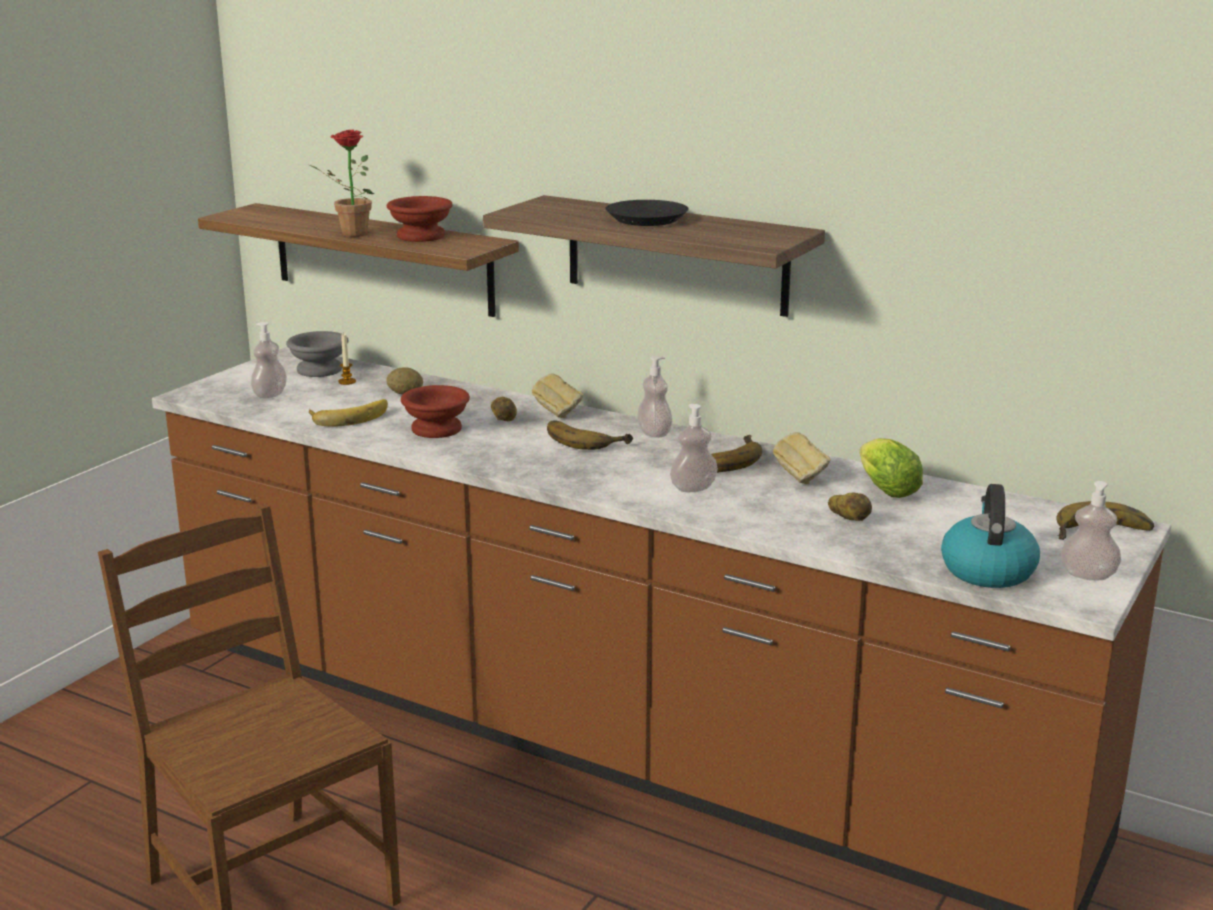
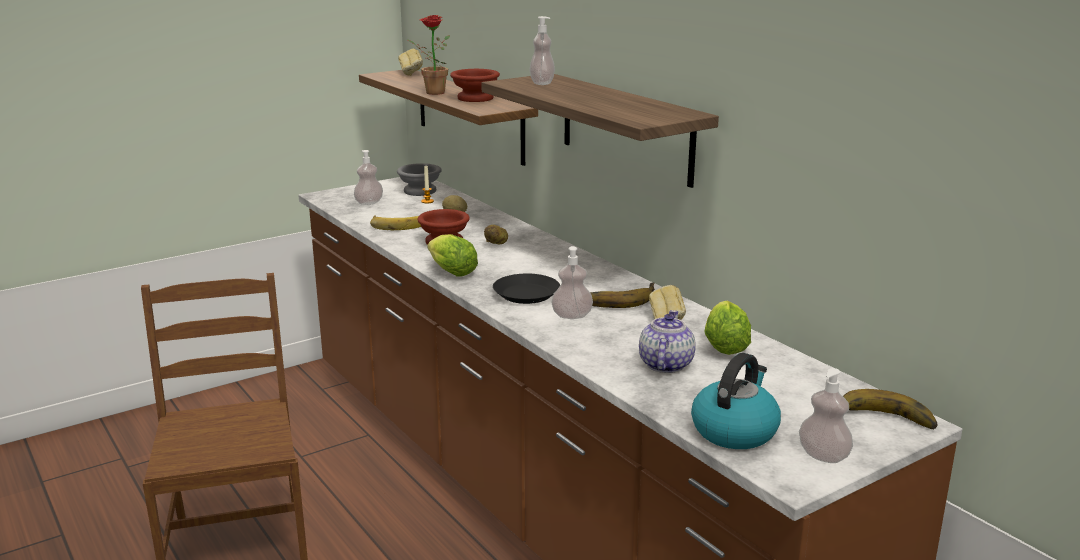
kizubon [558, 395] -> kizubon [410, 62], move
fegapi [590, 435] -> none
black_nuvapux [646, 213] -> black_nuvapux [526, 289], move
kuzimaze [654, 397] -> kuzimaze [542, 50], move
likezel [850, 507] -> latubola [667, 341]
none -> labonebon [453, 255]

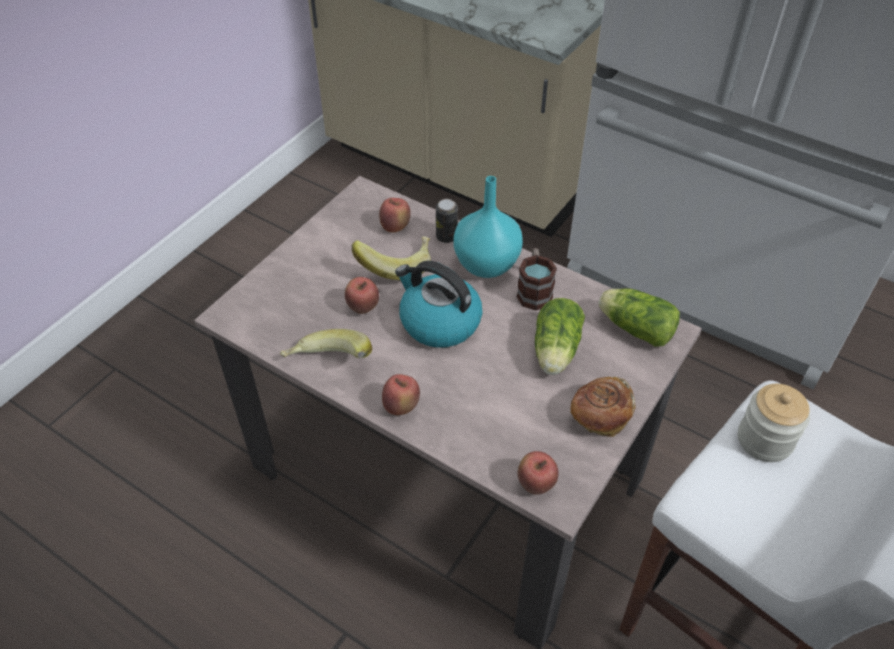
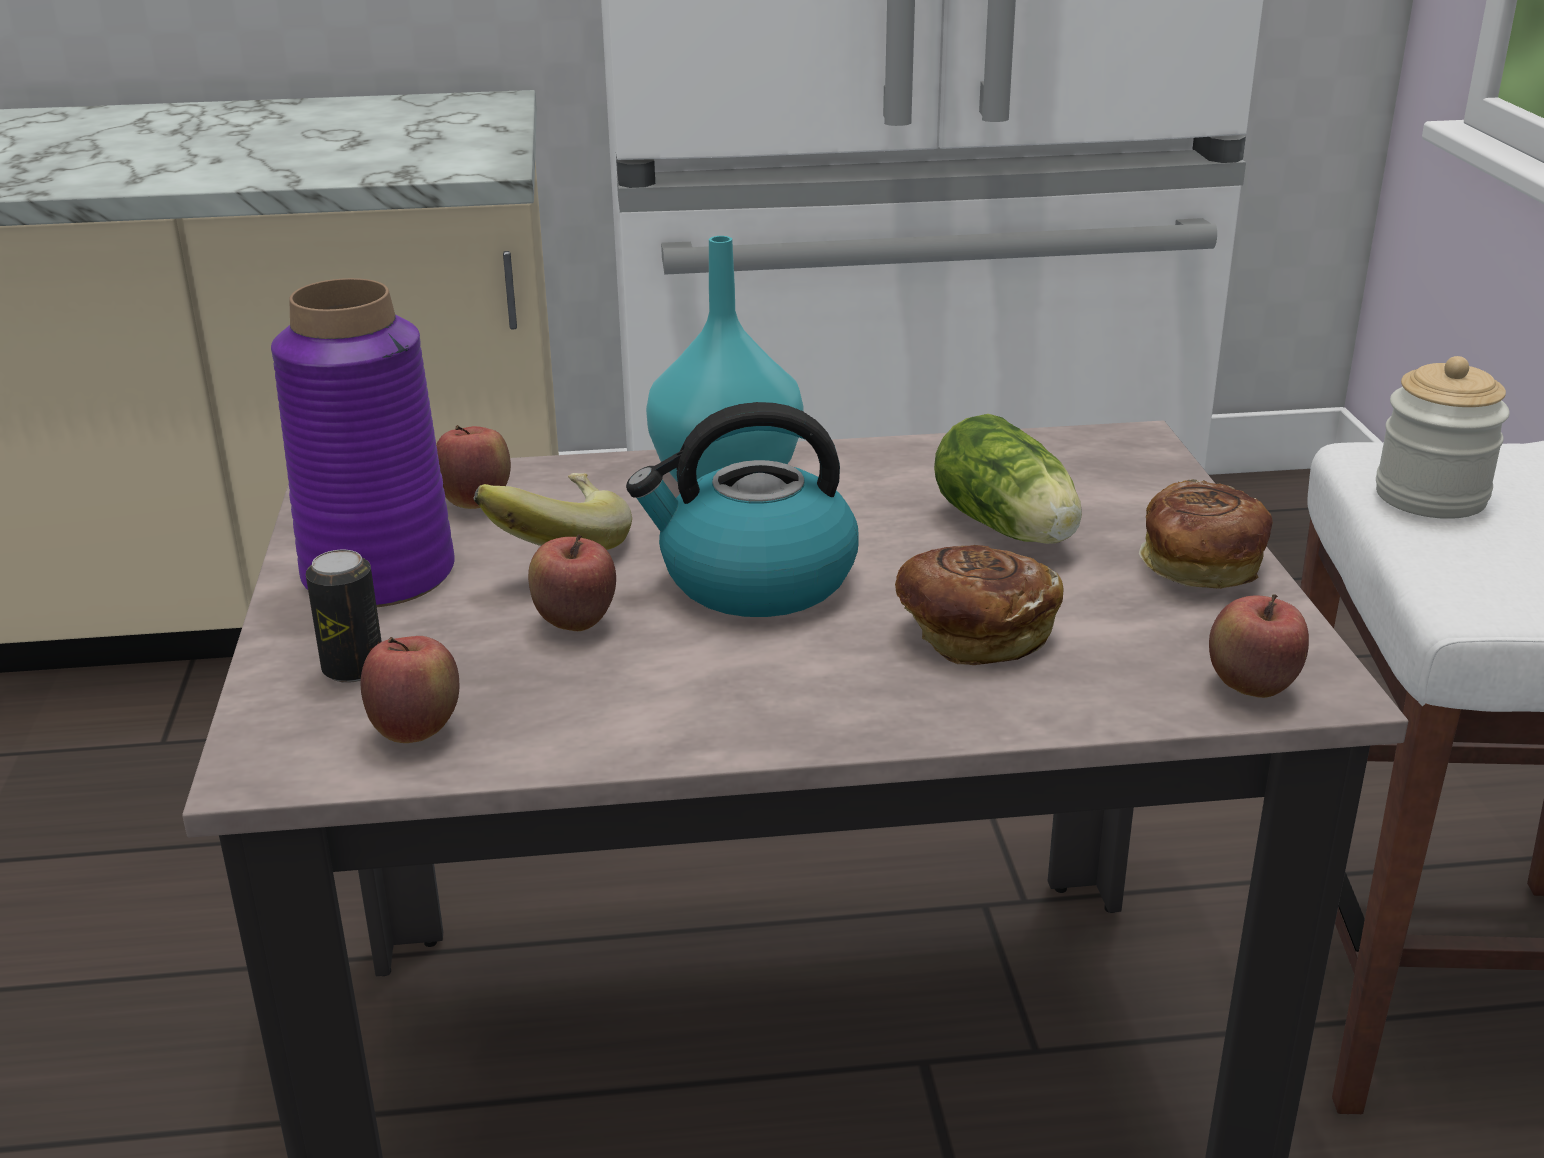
fegapi [326, 343] -> none
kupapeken [401, 394] -> kupapeken [409, 689], move
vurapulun [447, 221] -> vurapulun [344, 616], move
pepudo [537, 279] -> none
labonebon [639, 317] -> none
none -> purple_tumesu [363, 442]
none -> kizubon [979, 605]

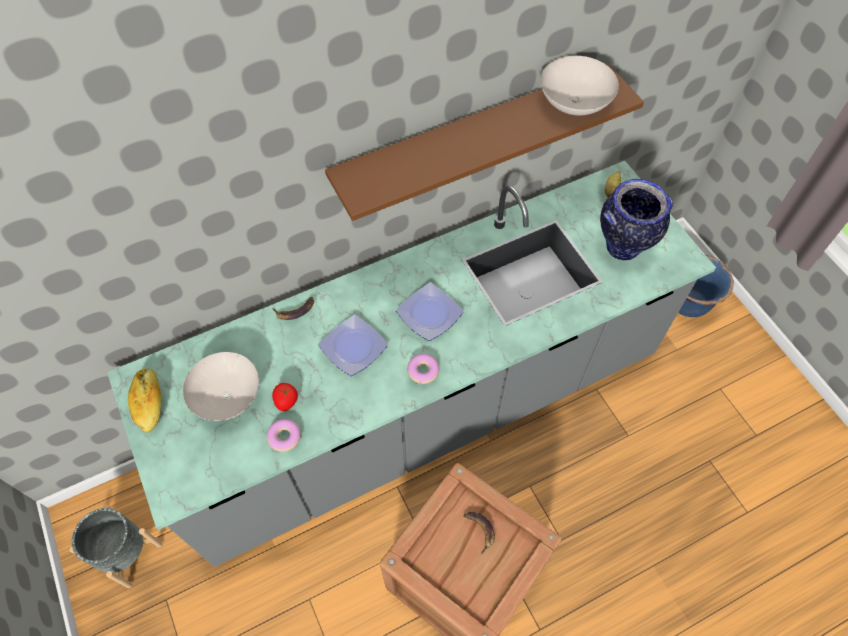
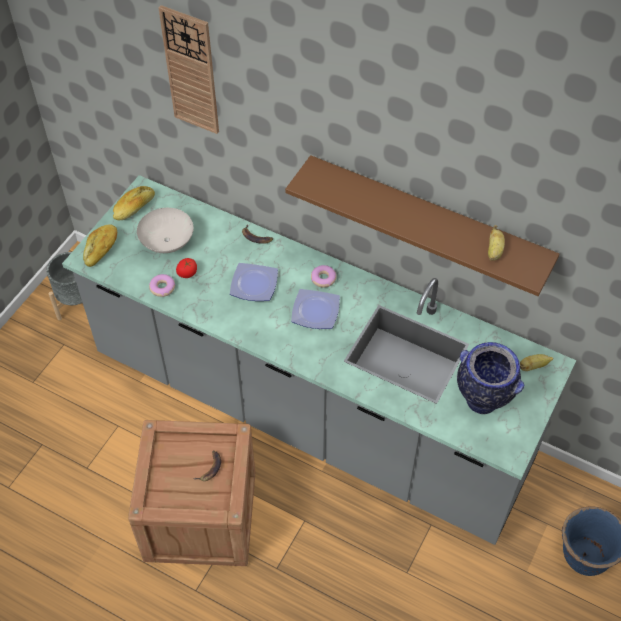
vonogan [423, 369] -> vonogan [324, 276], move
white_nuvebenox [579, 86] -> fegapi [496, 242]
none -> kizubon [100, 245]
none -> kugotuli [189, 69]

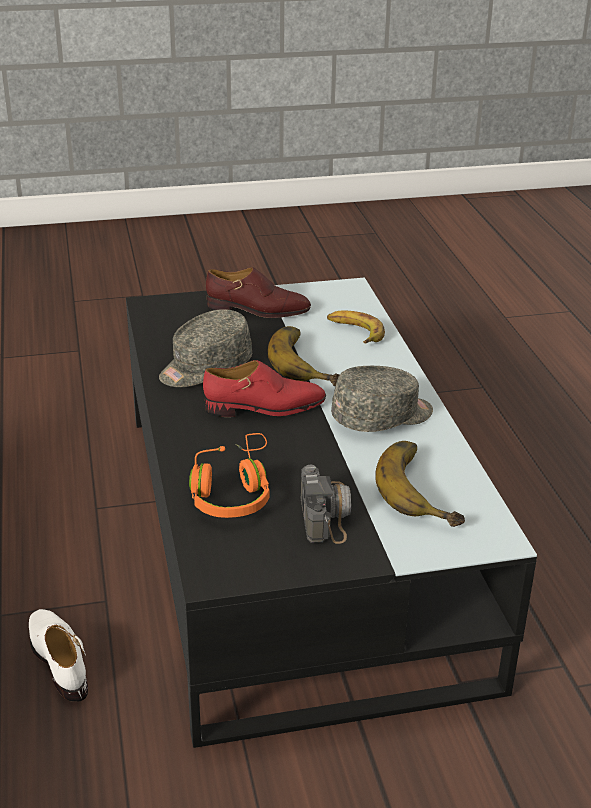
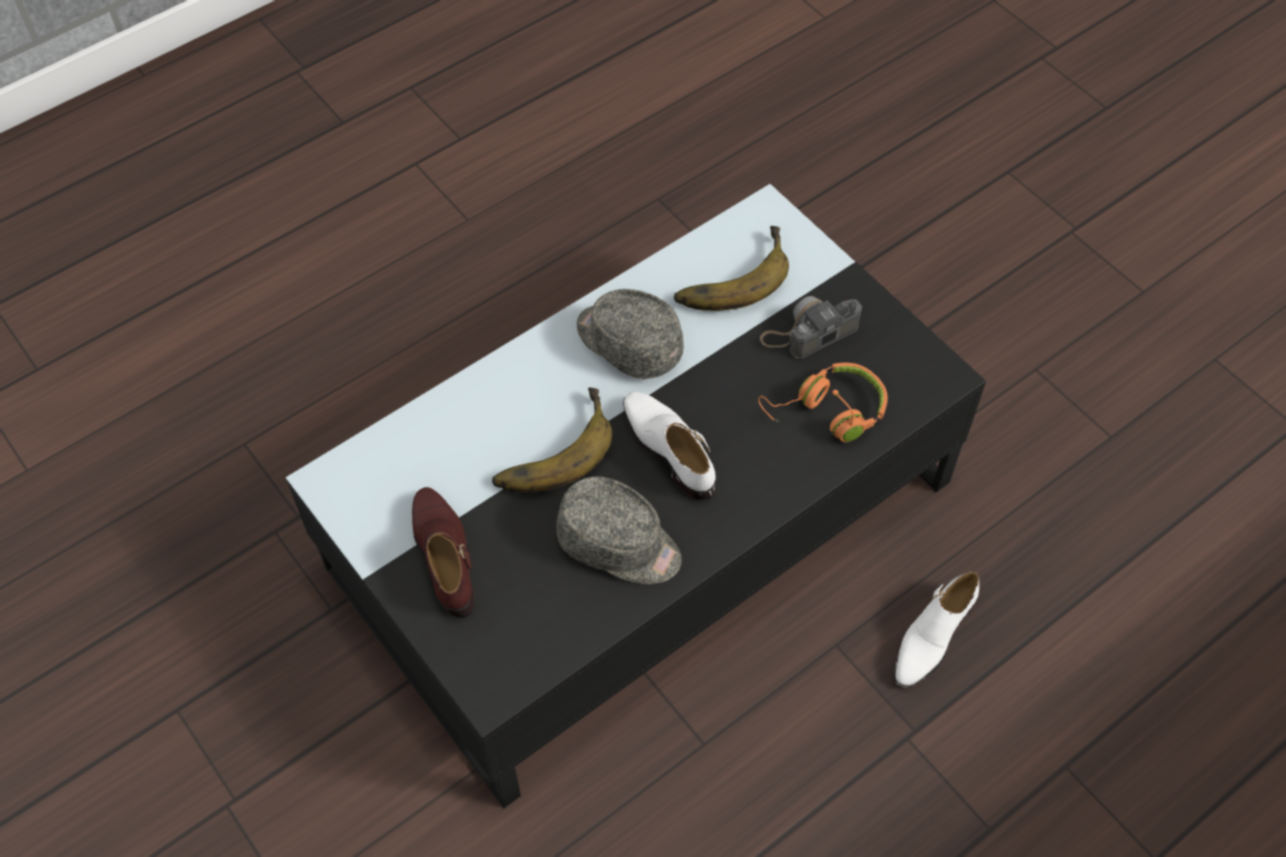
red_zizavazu [264, 388] -> white_zizavazu [669, 446]
fegapi [356, 326] -> none

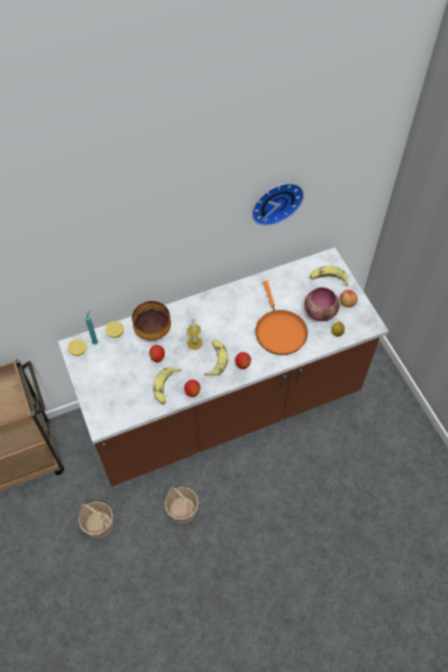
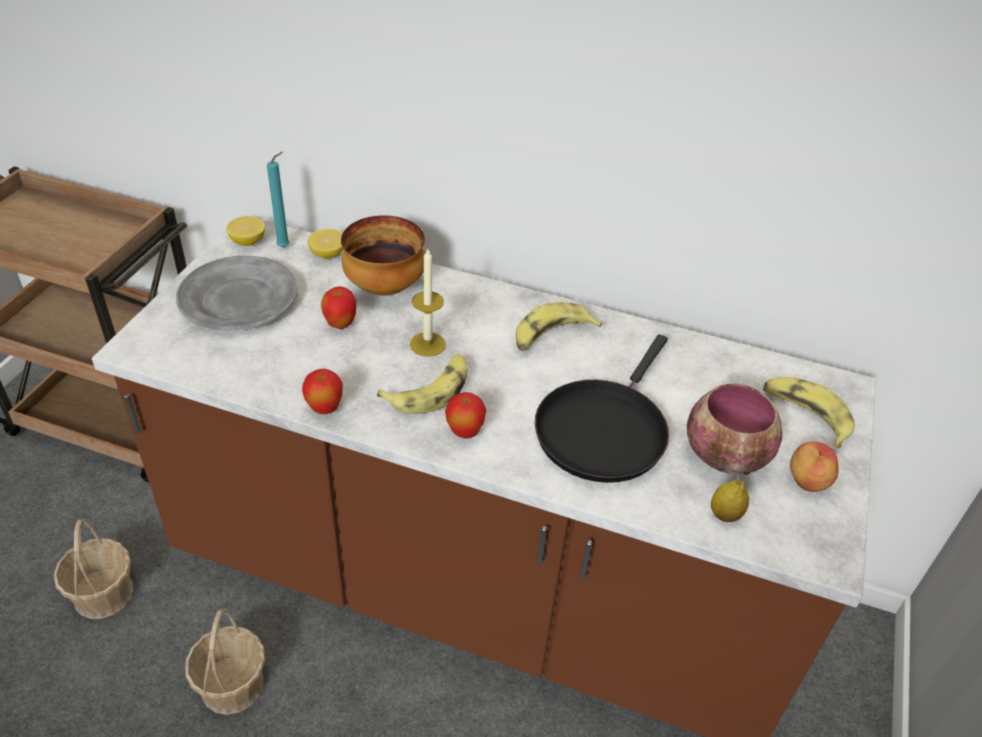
fegapi [167, 385] -> fegapi [559, 326], move
kugotuli [278, 204] -> none
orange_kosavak [281, 318] -> black_kosavak [602, 408]
none -> grey_nuvapux [237, 293]

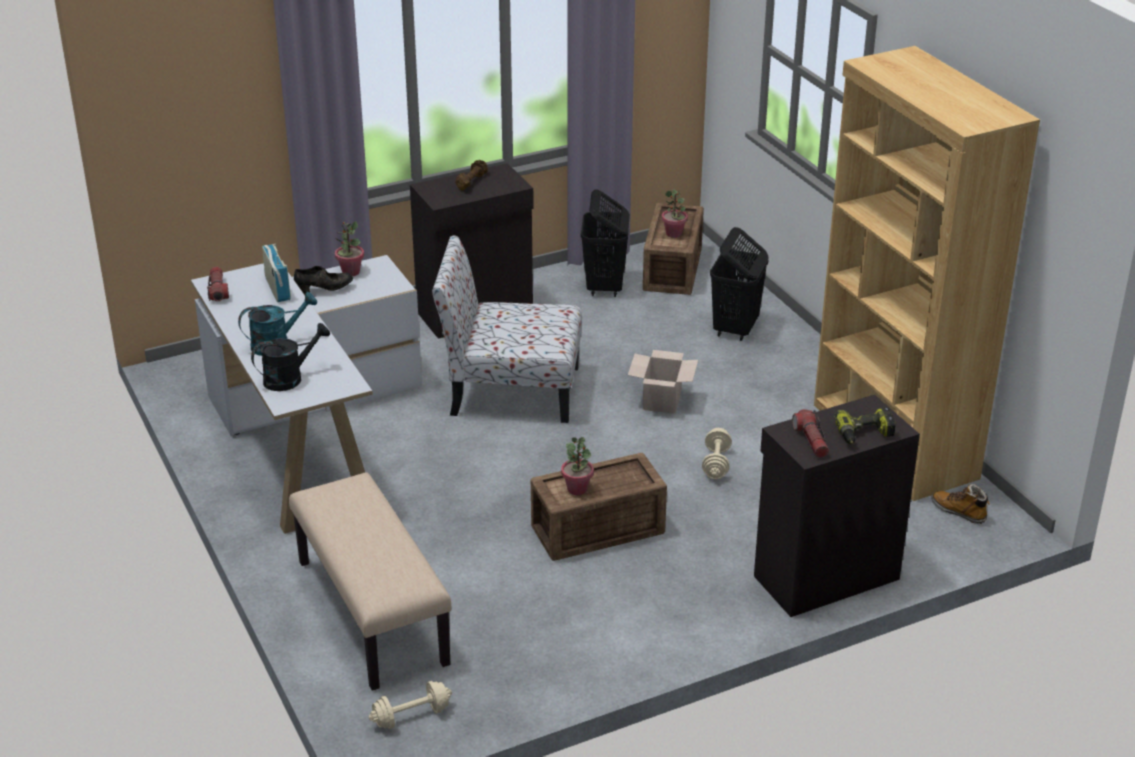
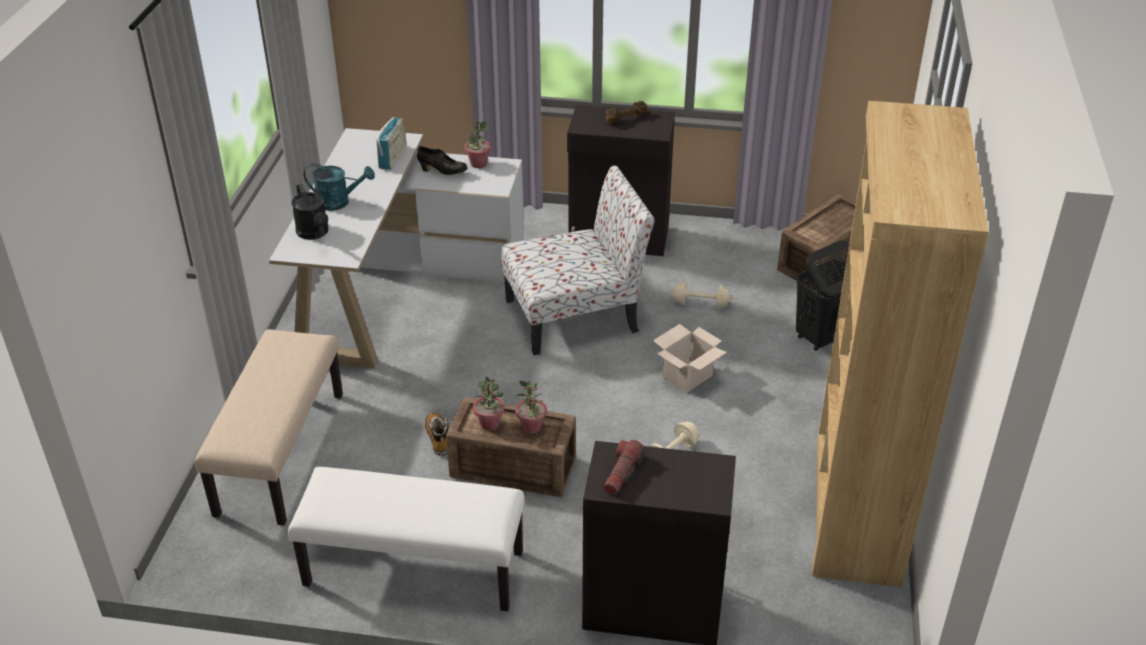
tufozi [218, 283] -> none
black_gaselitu [290, 357] -> black_gaselitu [309, 212], 60 degrees clockwise
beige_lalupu [410, 705] -> beige_lalupu [701, 295], move
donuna [507, 329] -> donuna [578, 260], 120 degrees clockwise
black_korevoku [605, 243] -> none
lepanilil [675, 213] -> lepanilil [531, 407], move
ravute [865, 426] -> none
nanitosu [960, 504] -> nanitosu [437, 434], move
none -> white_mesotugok [406, 539]

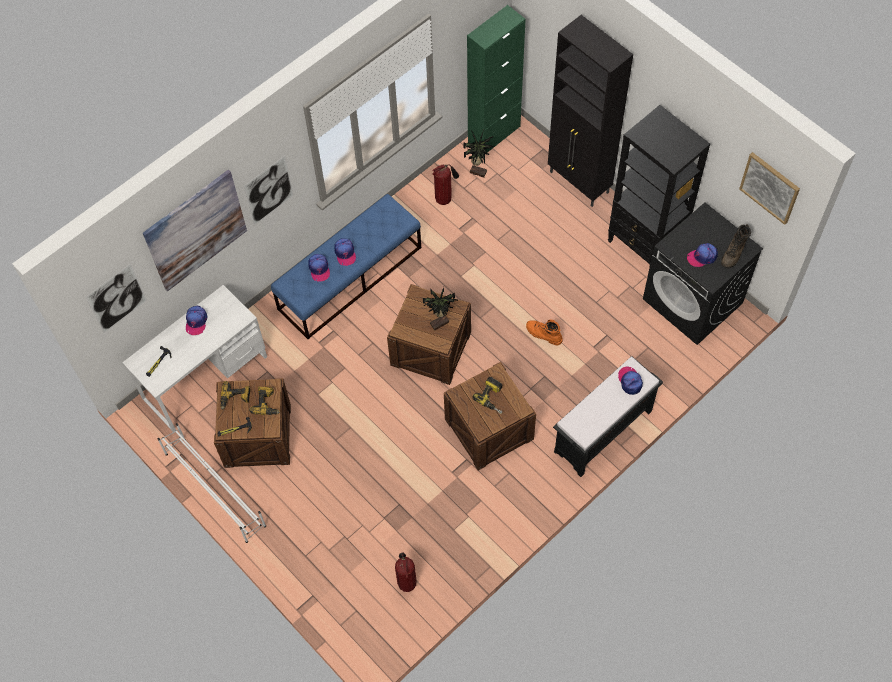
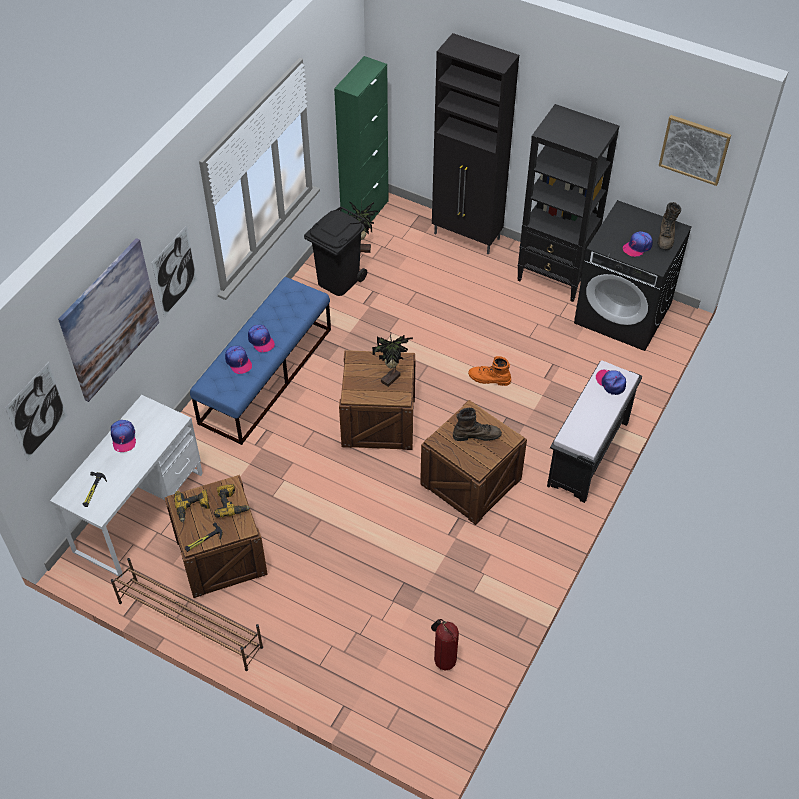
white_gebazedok [212, 483] -> brown_gebazedok [187, 614]
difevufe [445, 184] -> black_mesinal [335, 251]
ravute [488, 395] -> brown_nanitosu [477, 424]

